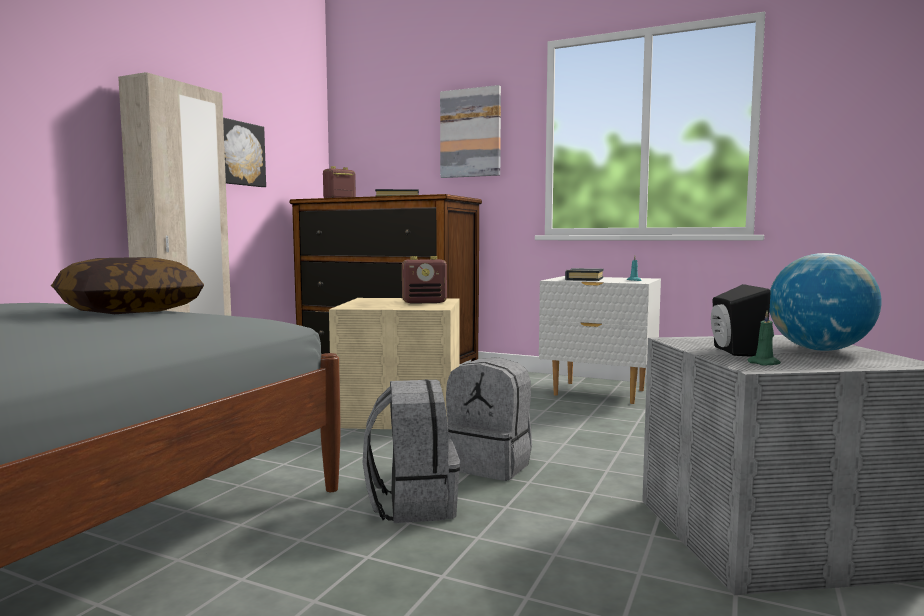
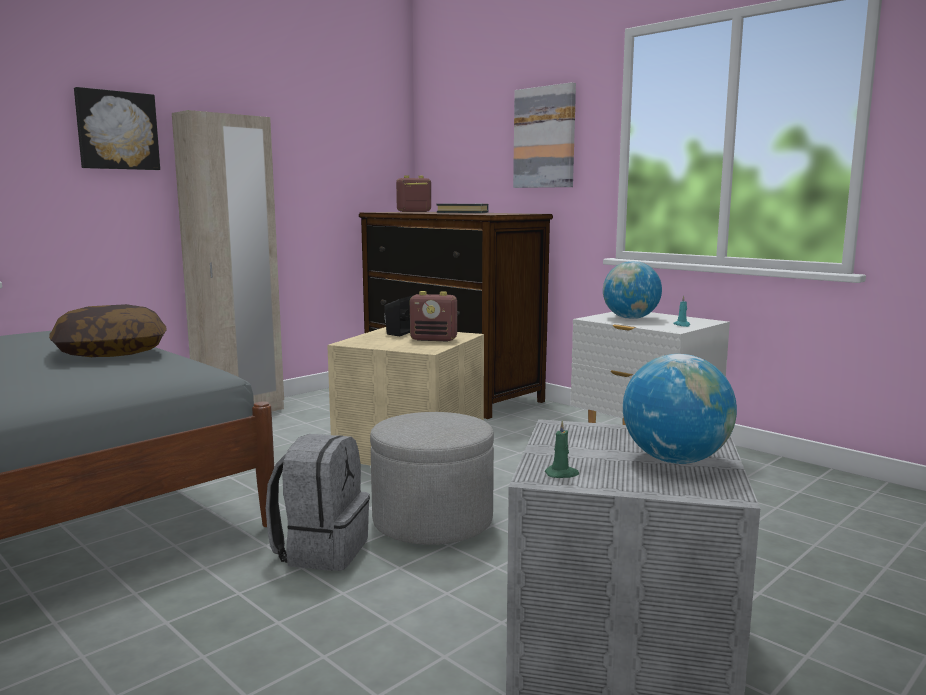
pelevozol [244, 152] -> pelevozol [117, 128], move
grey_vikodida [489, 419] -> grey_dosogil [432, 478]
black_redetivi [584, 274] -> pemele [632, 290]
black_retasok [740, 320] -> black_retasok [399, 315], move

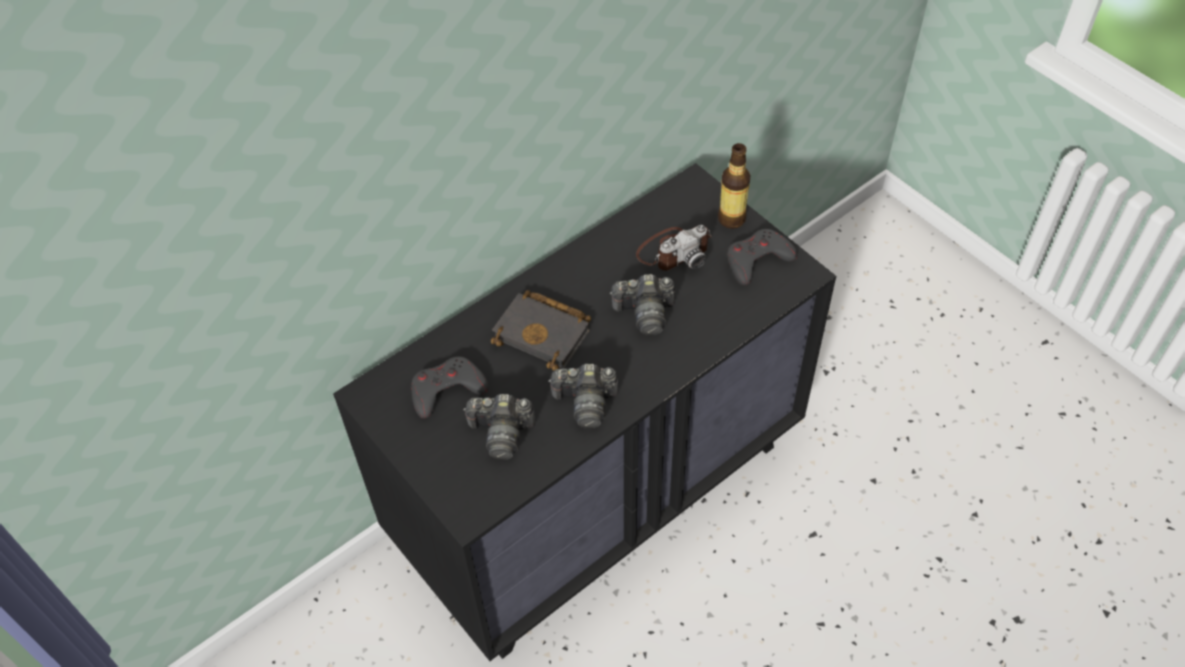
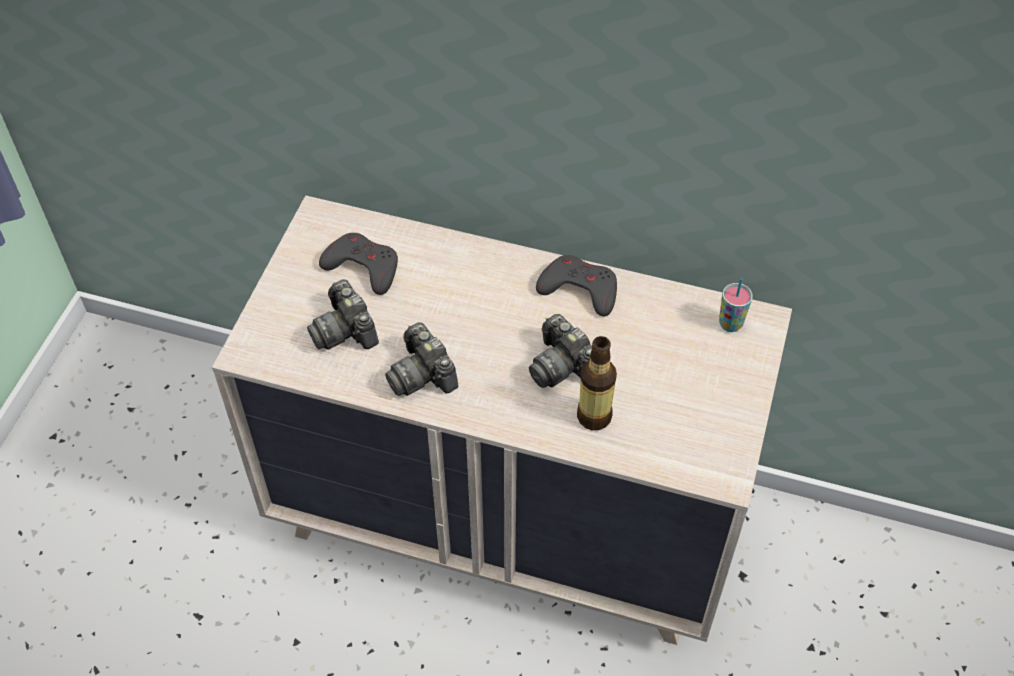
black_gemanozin [584, 412] -> beige_gemanozin [502, 420]
black_redetivi [541, 330] -> none
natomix [674, 248] -> none
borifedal [734, 186] -> borifedal [597, 383], move
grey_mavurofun [762, 257] -> grey_mavurofun [576, 285], move
none -> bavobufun [736, 305]

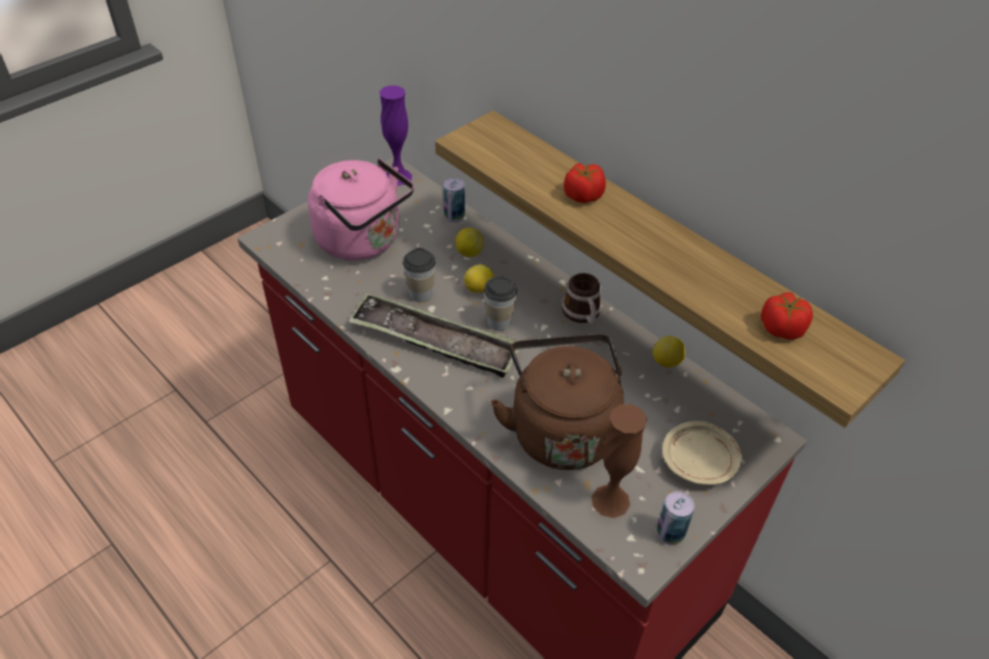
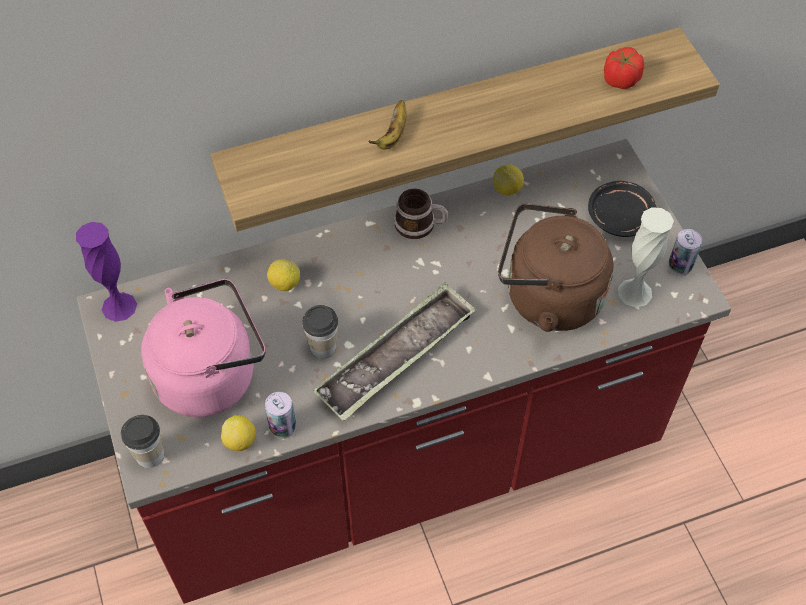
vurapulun [454, 200] -> vurapulun [280, 415], move
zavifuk [479, 279] -> zavifuk [238, 433], move
bavobufun [500, 303] -> bavobufun [142, 441], move
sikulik [585, 183] -> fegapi [387, 124]
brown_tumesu [619, 461] -> white_tumesu [646, 257]
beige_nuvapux [702, 453] -> black_nuvapux [622, 209]

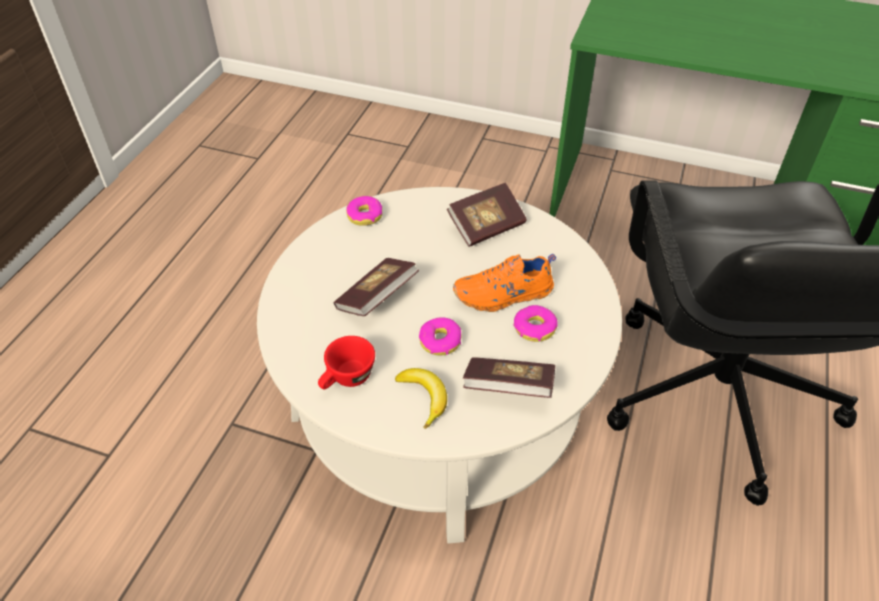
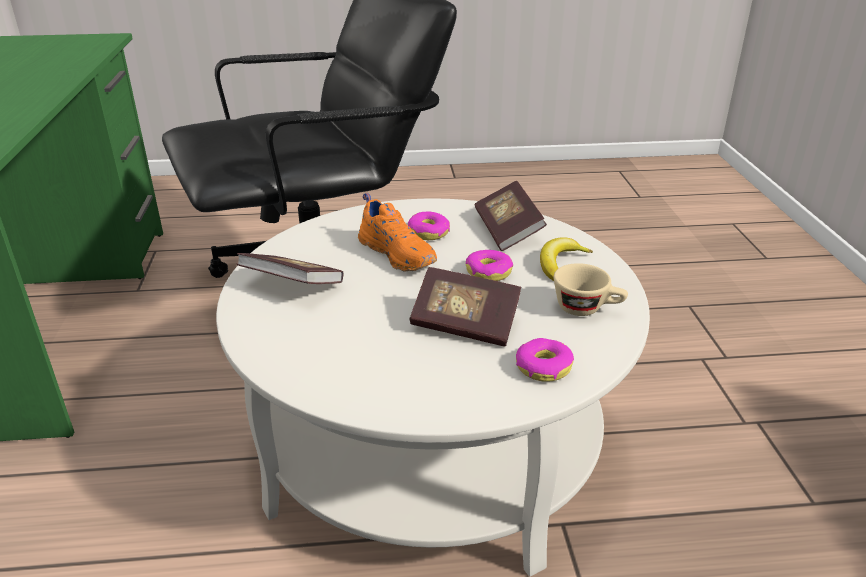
red_bavobufun [346, 362] -> beige_bavobufun [591, 289]
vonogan [364, 211] -> vonogan [545, 360], move

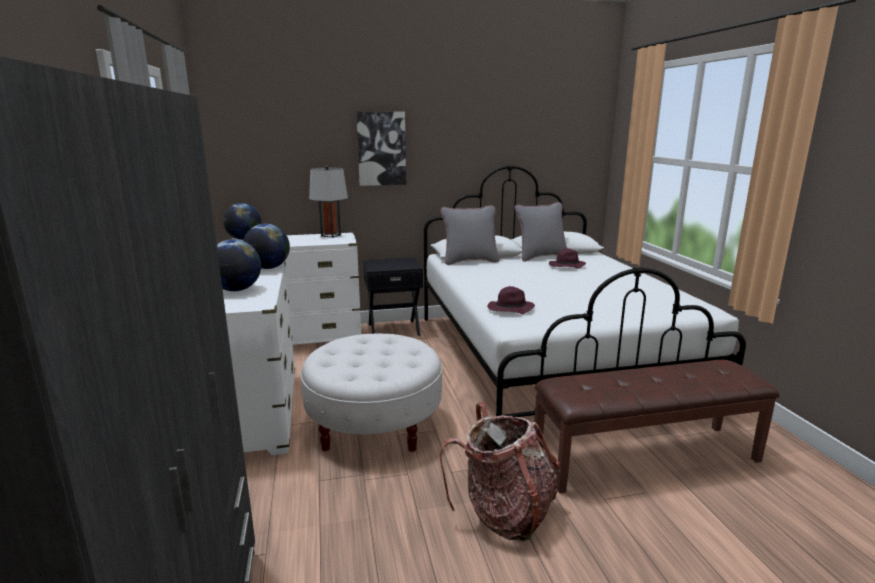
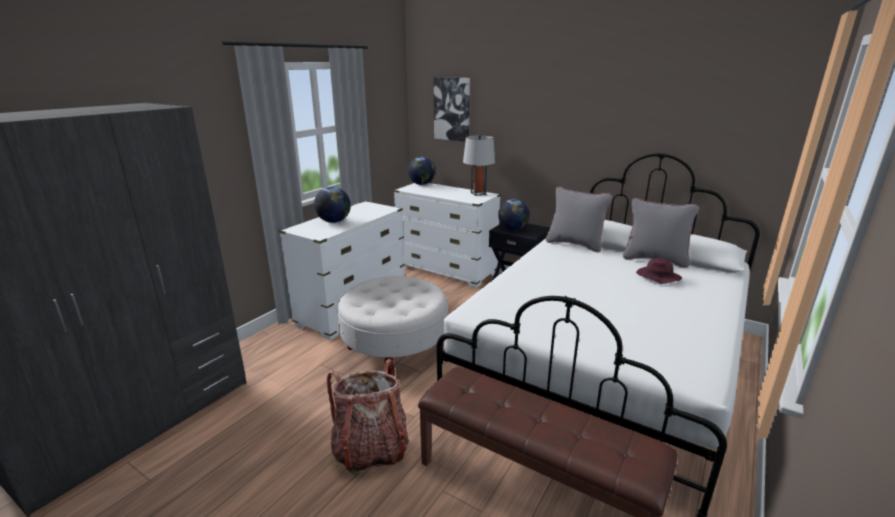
pemele [266, 246] -> pemele [514, 214], move
pelevozol [381, 149] -> pelevozol [452, 109], move
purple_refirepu [511, 300] -> none

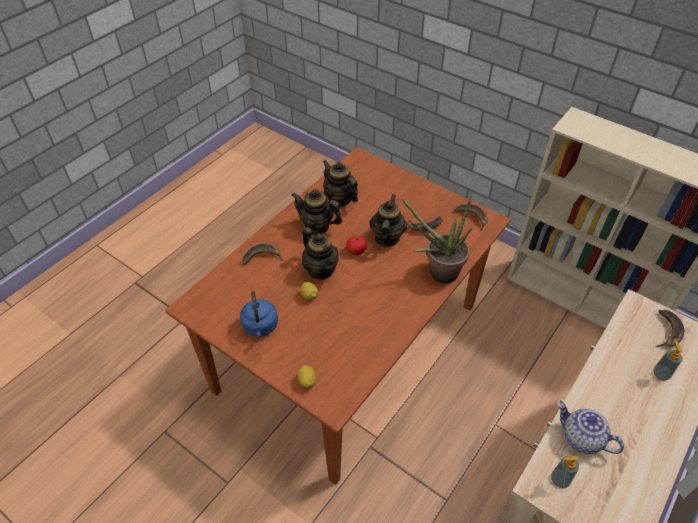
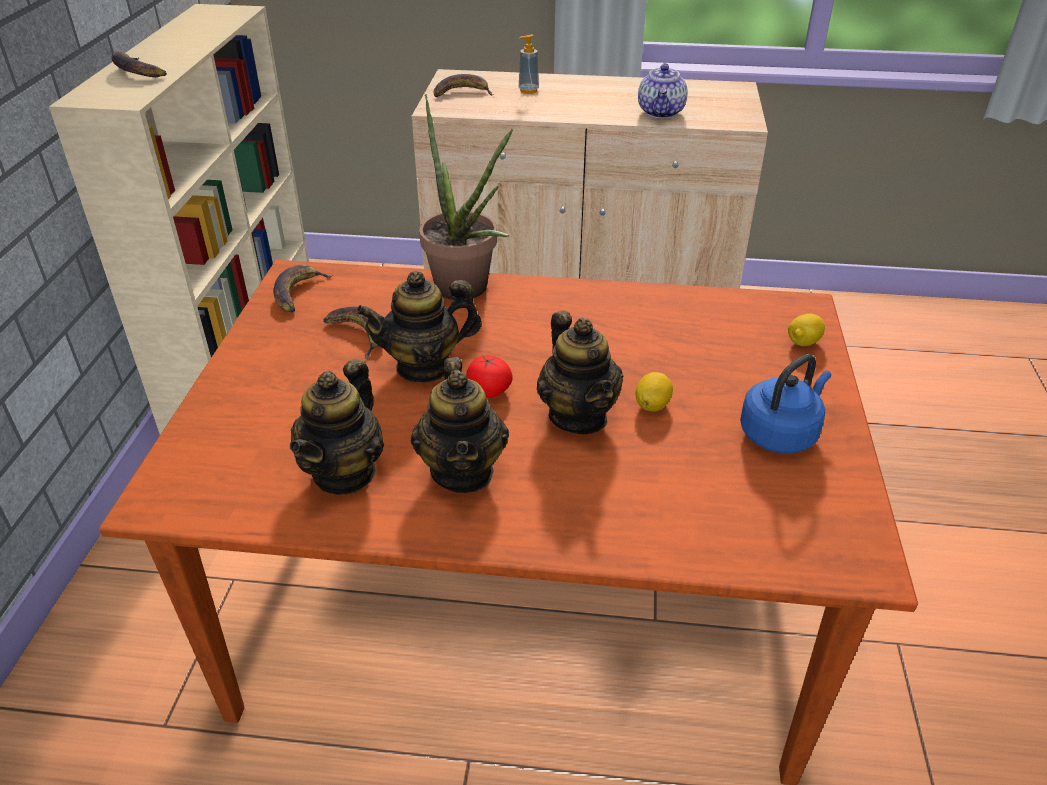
fegapi [262, 254] -> fegapi [139, 64], move
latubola [320, 253] -> latubola [580, 372], 135 degrees clockwise
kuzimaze [565, 472] -> none

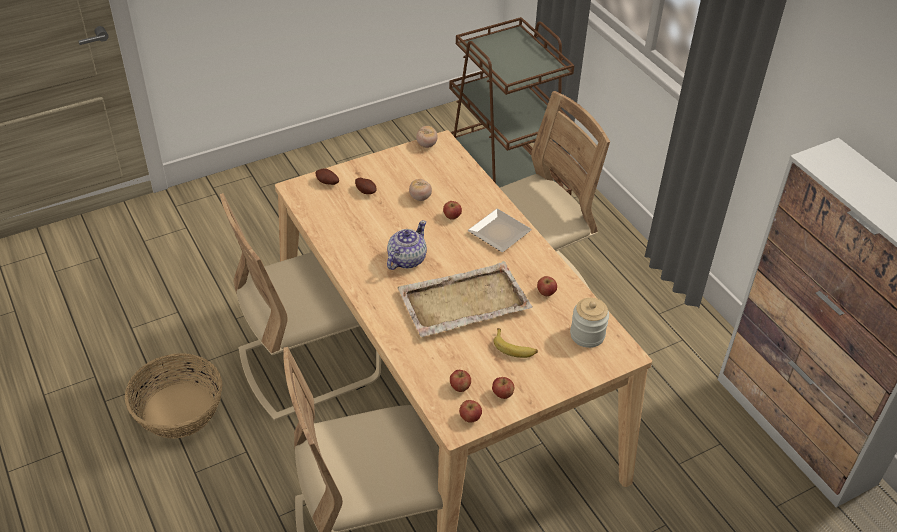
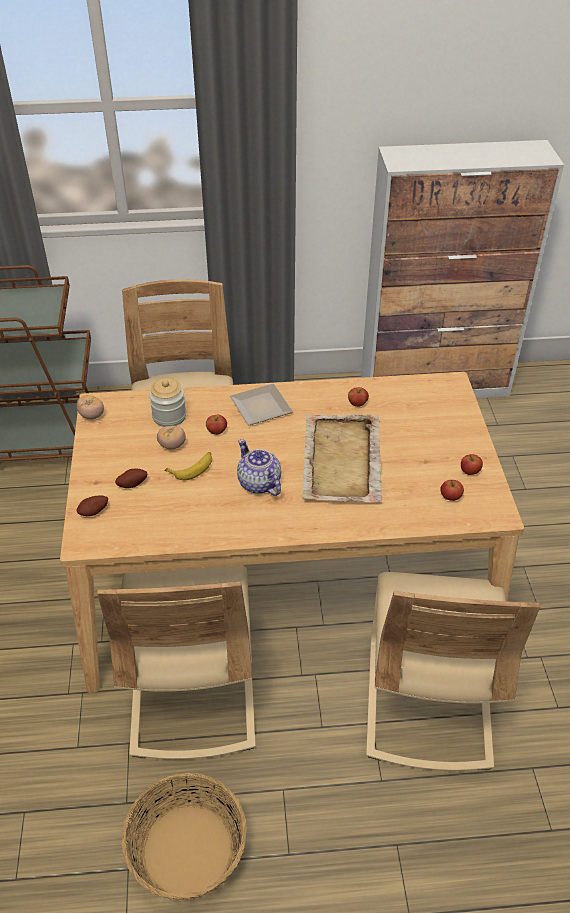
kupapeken [470, 411] -> none
fegapi [516, 343] -> fegapi [188, 466], move
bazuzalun [589, 323] -> bazuzalun [167, 402], move

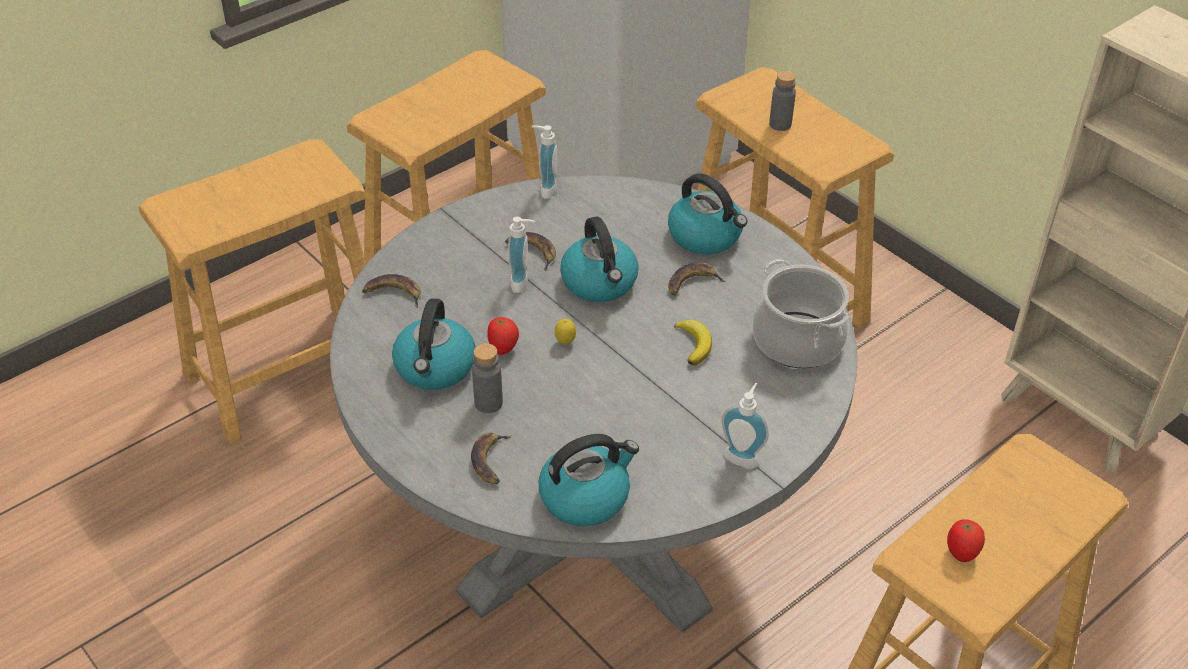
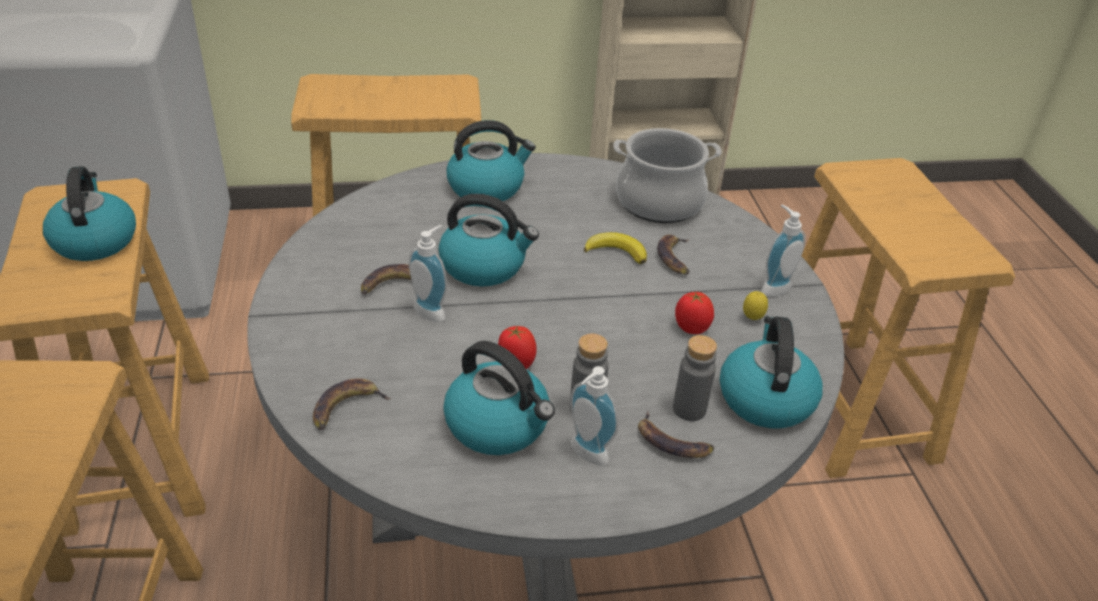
kuzimaze [544, 162] -> kuzimaze [594, 416], move
zavifuk [565, 331] -> zavifuk [755, 305], move
fegapi [697, 279] -> fegapi [673, 255], move
grey_borifedal [782, 101] -> grey_borifedal [695, 378], move
sikulik [966, 540] -> sikulik [694, 313], move
none -> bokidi [89, 213]

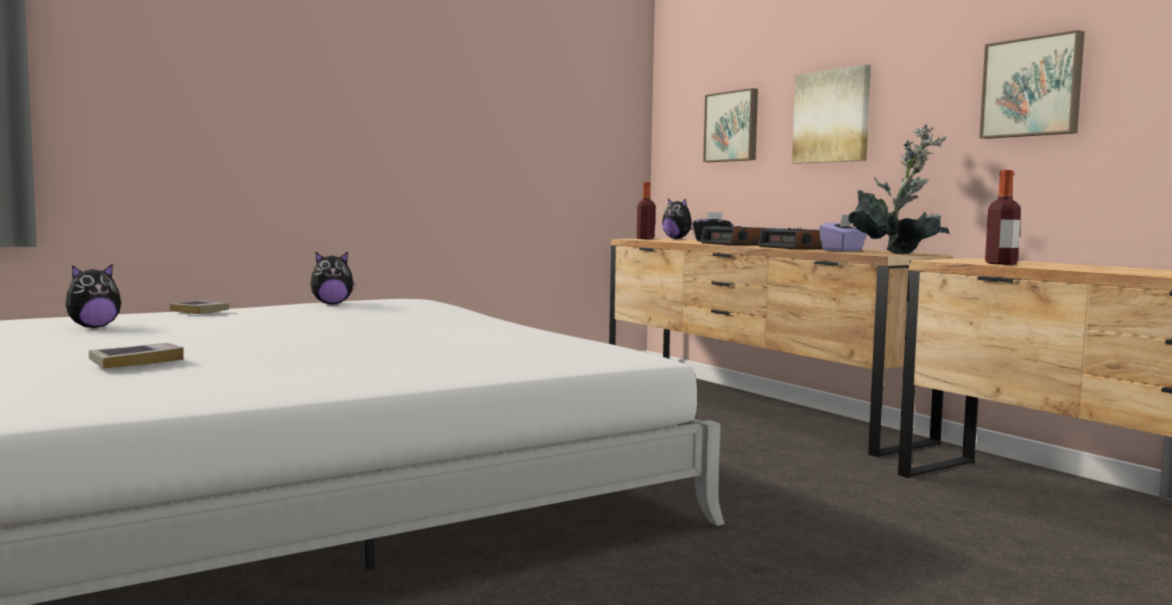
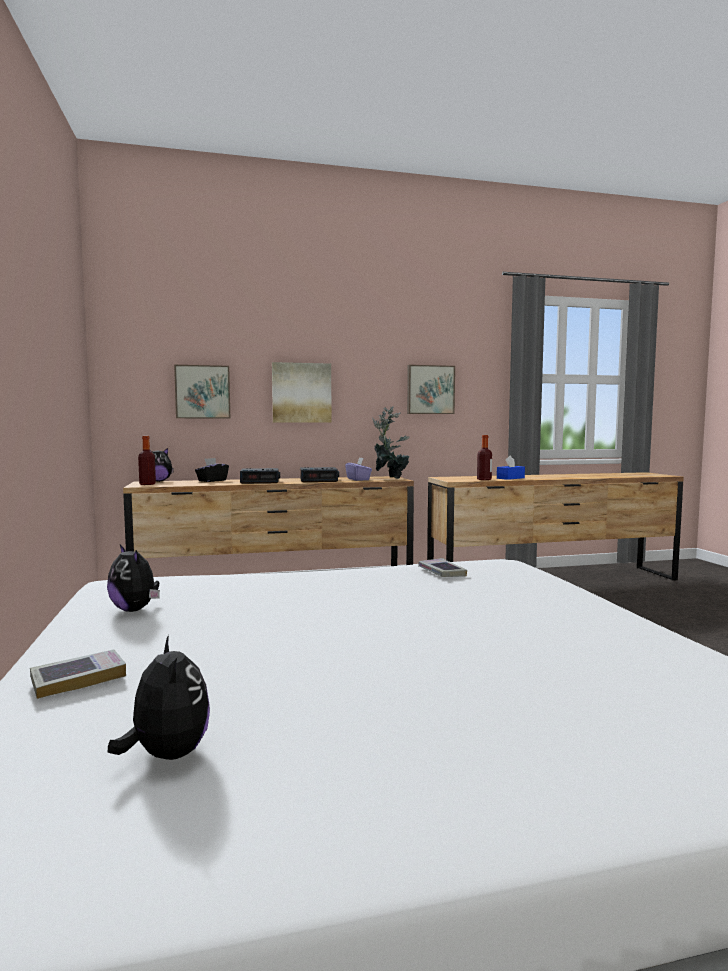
redetivi [136, 356] -> redetivi [442, 567], move
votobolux [333, 278] -> votobolux [133, 578], 135 degrees clockwise
none -> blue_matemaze [511, 467]

